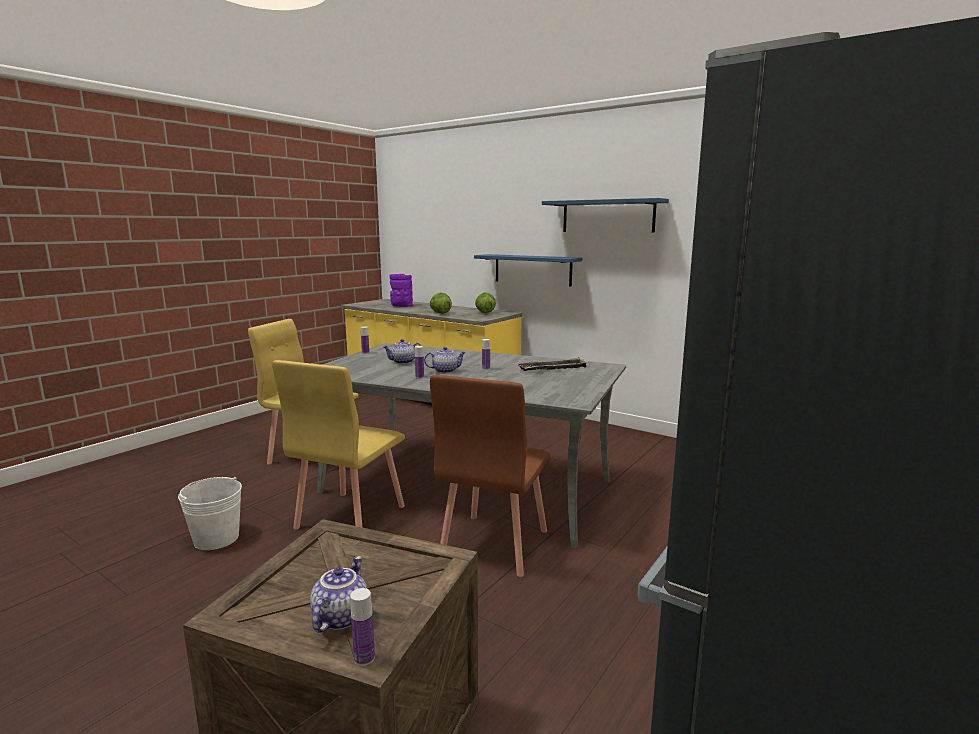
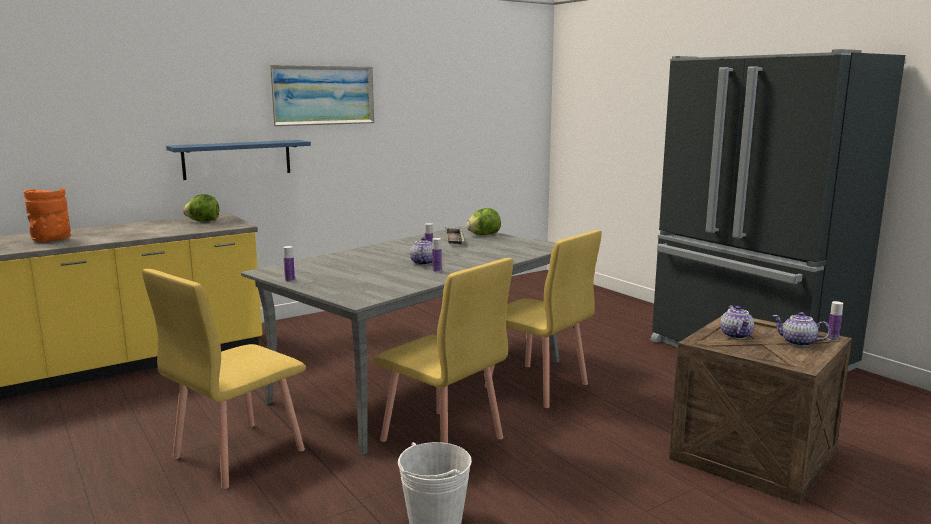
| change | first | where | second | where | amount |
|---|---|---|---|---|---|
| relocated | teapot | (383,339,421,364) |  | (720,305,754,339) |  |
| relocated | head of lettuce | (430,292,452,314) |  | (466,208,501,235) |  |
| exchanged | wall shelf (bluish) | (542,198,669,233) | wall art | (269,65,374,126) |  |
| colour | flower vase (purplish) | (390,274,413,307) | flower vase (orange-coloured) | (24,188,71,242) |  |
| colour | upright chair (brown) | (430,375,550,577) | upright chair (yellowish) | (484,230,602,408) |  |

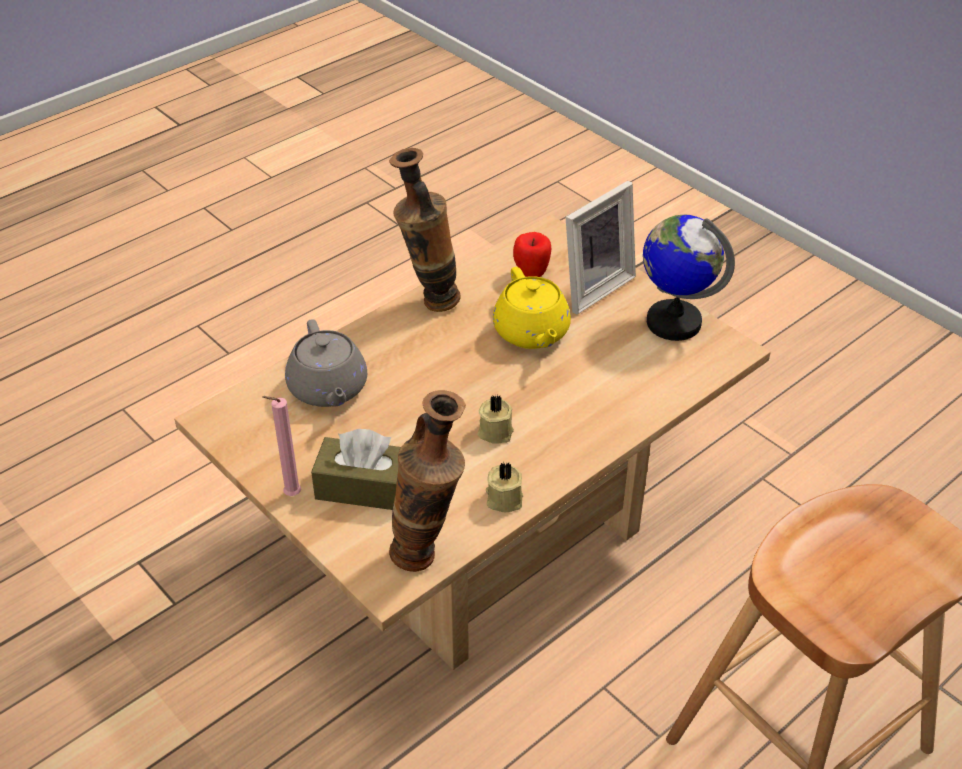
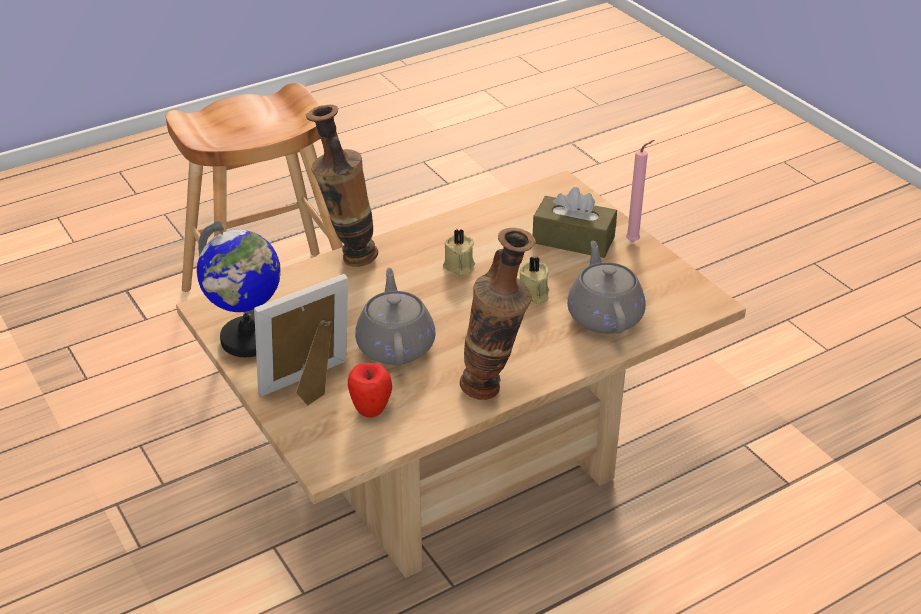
| change | first | where | second | where | amount |
|---|---|---|---|---|---|
| relocated | flower vase | (389,390,466,572) |  | (306,105,378,267) |  |
| relocated | candle (beige-coloured) | (486,462,523,512) |  | (519,256,549,304) |  |
| colour | teapot (yellowish) | (493,267,571,349) | teapot (gray) | (355,268,435,365) |  |

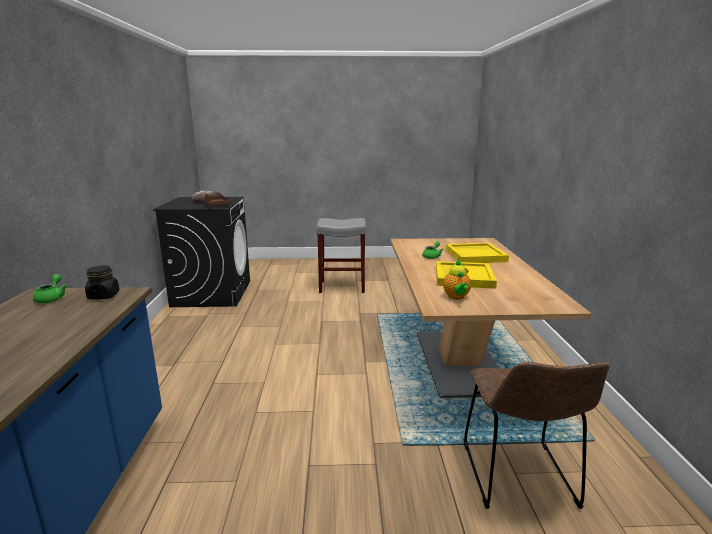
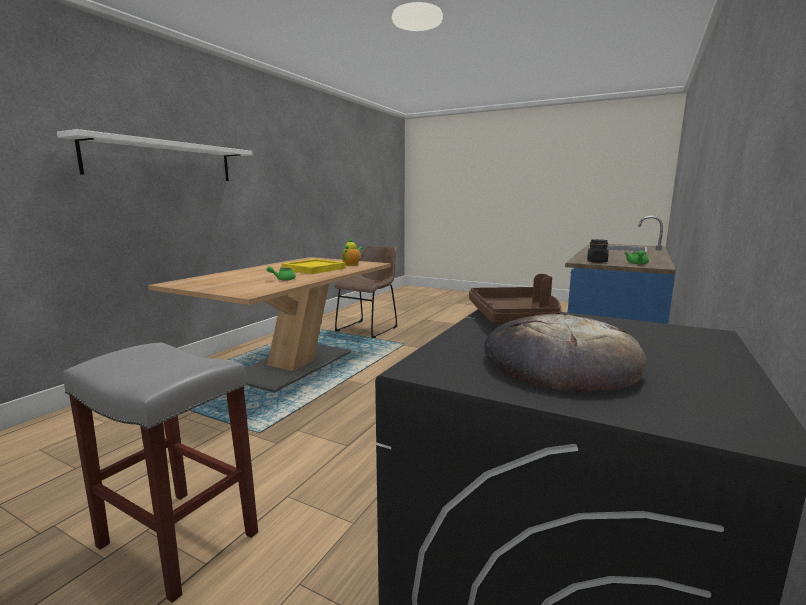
| change | first | where | second | where | amount |
|---|---|---|---|---|---|
| missing | carrying tray (yellowish) | (446,243,509,263) |  |  |  |
| appeared |  |  | wall shelf (white) | (57,129,253,181) |  |

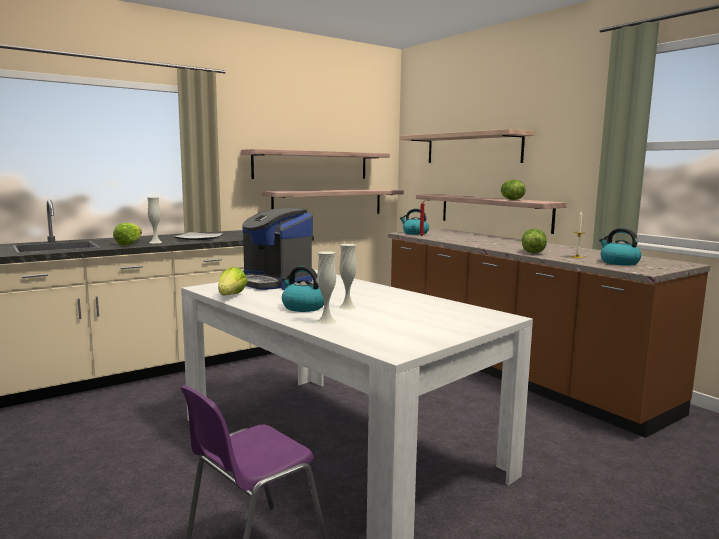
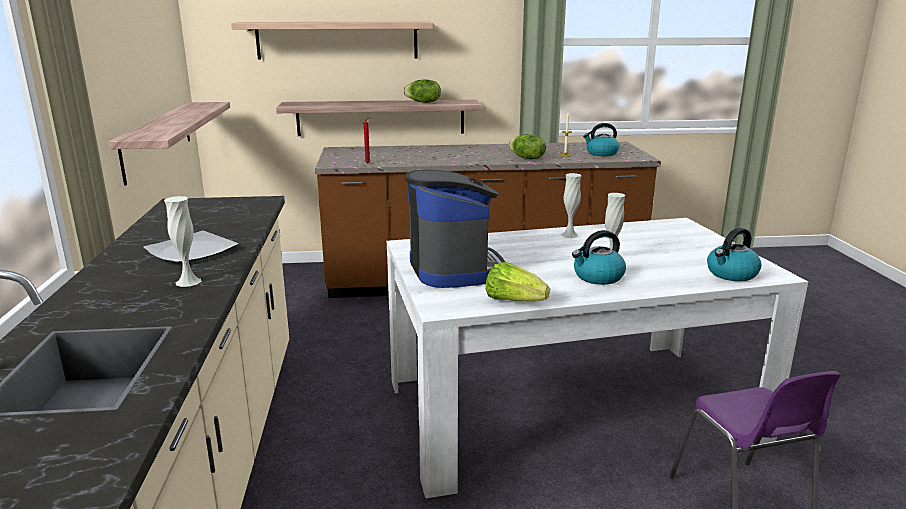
| change | first | where | second | where | amount |
|---|---|---|---|---|---|
| missing | head of lettuce | (113,223,142,245) |  |  |  |
| missing | wall shelf | (241,149,390,179) |  |  |  |
| relocated | flower vase (white) | (317,251,336,324) |  | (561,173,582,238) |  |
| relocated | kettle | (400,209,429,235) |  | (707,228,762,281) |  |
| spun | coffee machine | (242,208,312,290) |  | (405,170,505,288) | 90 degrees counterclockwise |

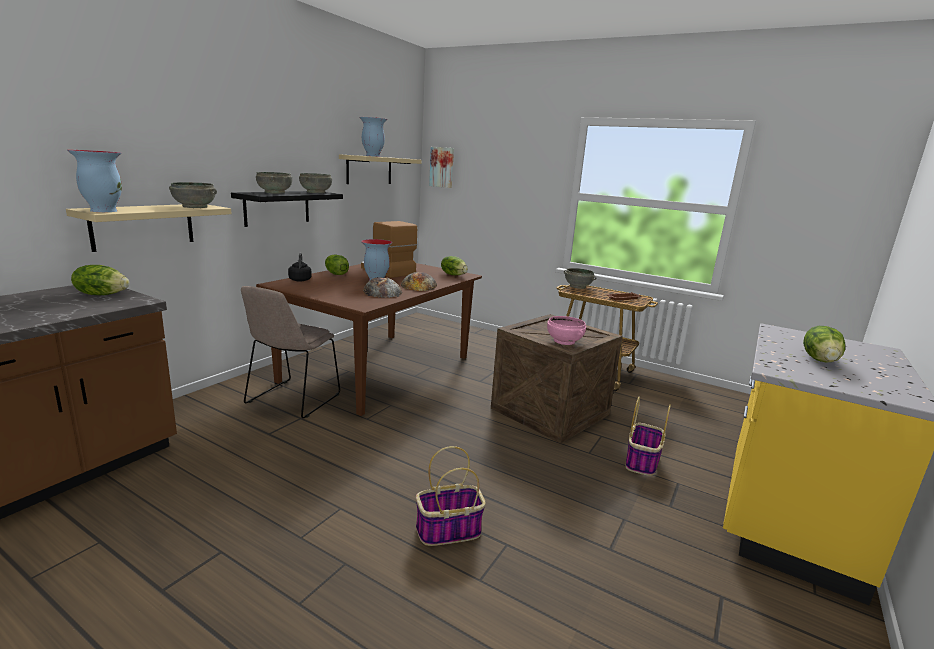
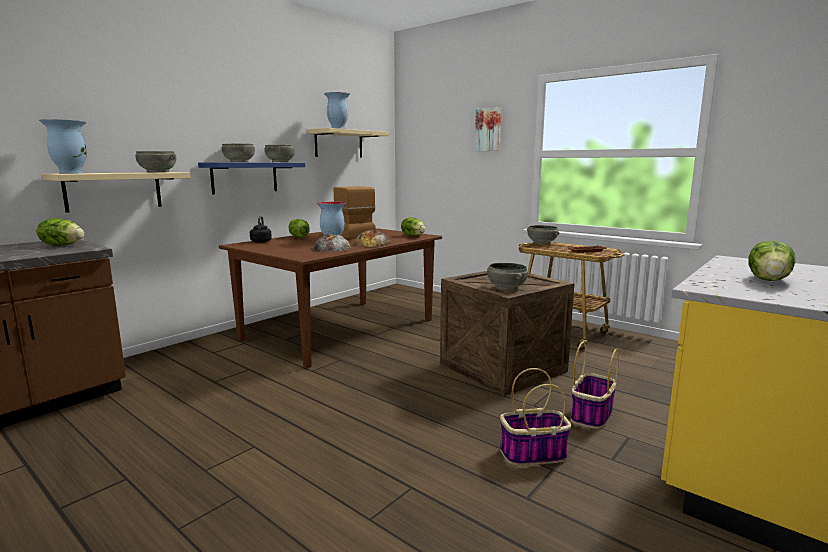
| change | first | where | second | where | amount |
|---|---|---|---|---|---|
| missing | upright chair (beige-coloured) | (241,286,340,418) |  |  |  |
| relocated | basket | (416,446,486,546) |  | (500,368,571,466) |  |
| relocated | wall art | (429,147,454,188) |  | (475,107,502,151) |  |
| colour | wall shelf (blackish) | (231,191,343,227) | wall shelf (bluish) | (198,163,305,194) |  |
| colour | deep dish (pink-coloured) | (547,316,586,345) | deep dish (gray) | (487,263,528,291) |  |

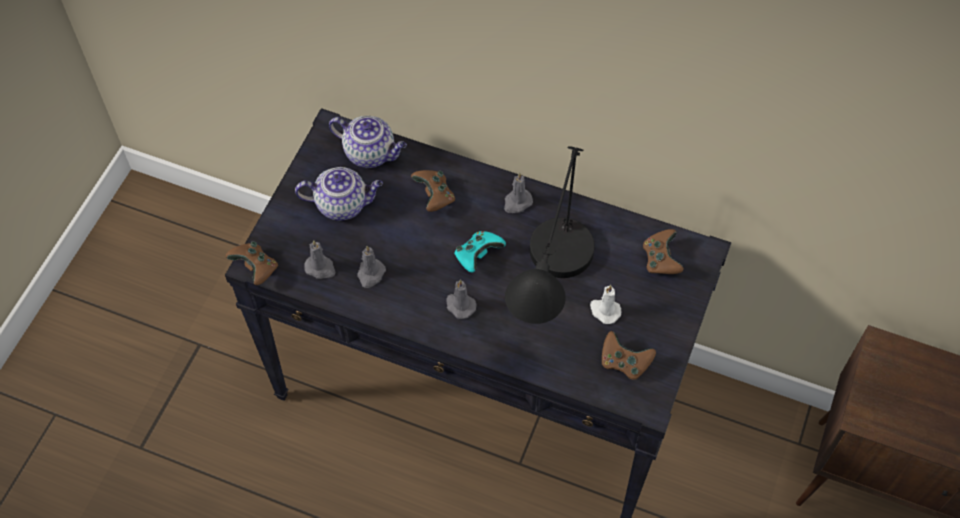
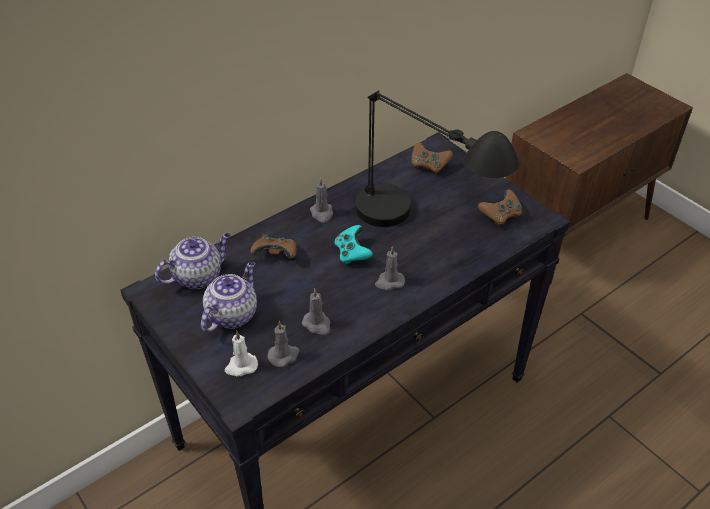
| change | first | where | second | where | amount |
|---|---|---|---|---|---|
| missing | joypad (brown) | (226,241,278,285) |  |  |  |
| relocated | candle (white) | (590,285,621,324) |  | (225,331,258,377) |  |

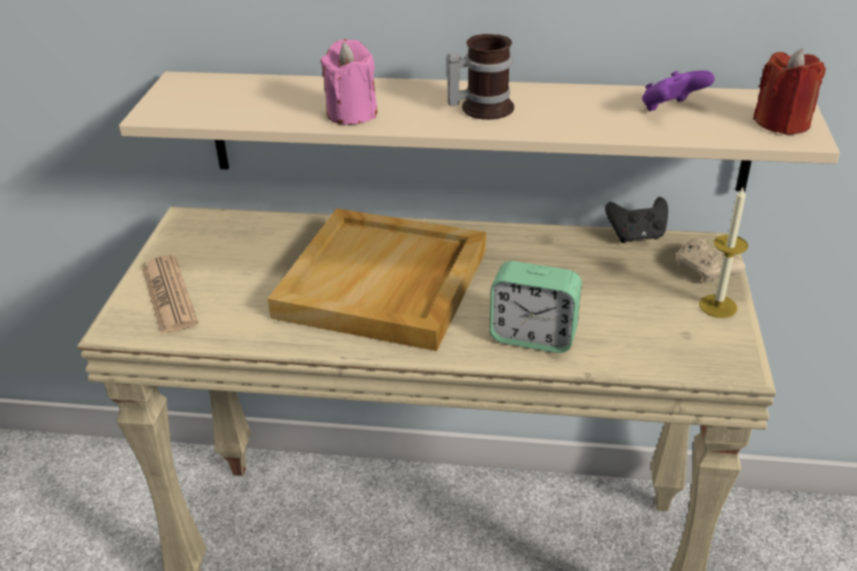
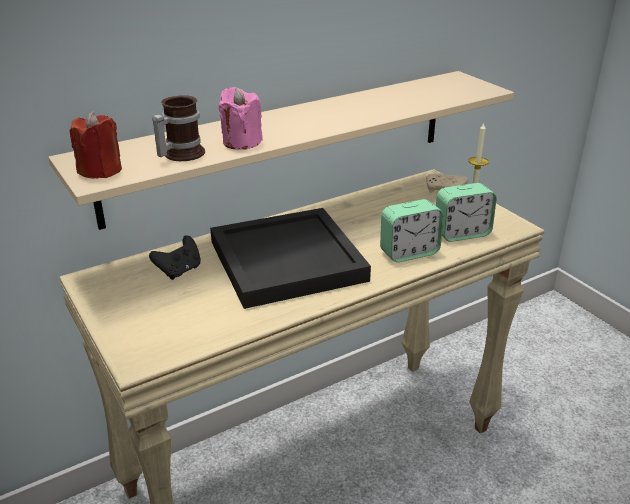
| change | first | where | second | where | amount |
|---|---|---|---|---|---|
| missing | printed paper | (142,255,198,335) |  |  |  |
| missing | joypad (purplish) | (642,70,715,111) |  |  |  |
| appeared |  |  | table clock | (436,183,497,242) |  |
| relocated | coffee mug | (447,34,514,120) |  | (152,95,205,161) |  |
| relocated | joypad (blackish) | (605,197,668,243) |  | (149,235,201,280) |  |
| relocated | candle (reddish) | (753,49,826,135) |  | (70,111,122,179) |  |
| colour | carrying tray (beige-coloured) | (267,208,486,351) | carrying tray (blackish) | (210,208,371,309) |  |

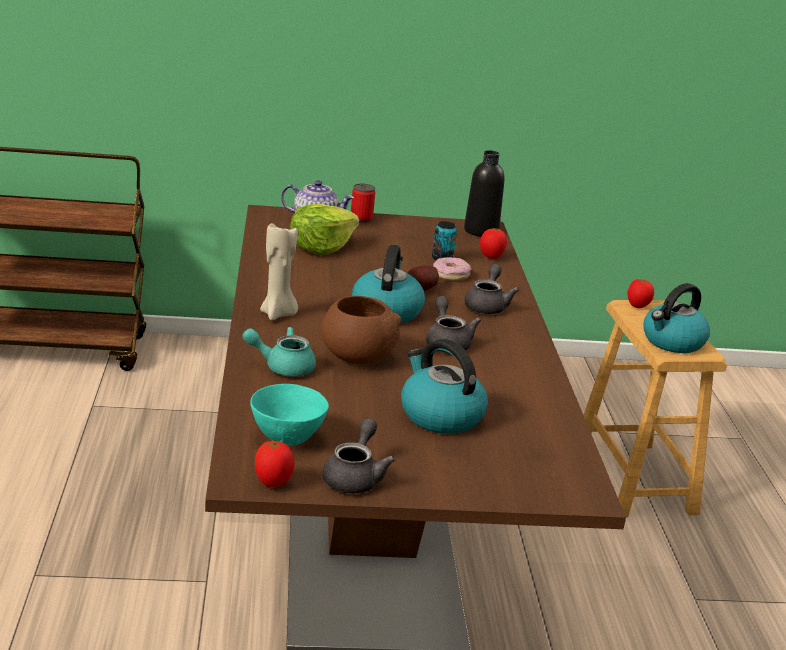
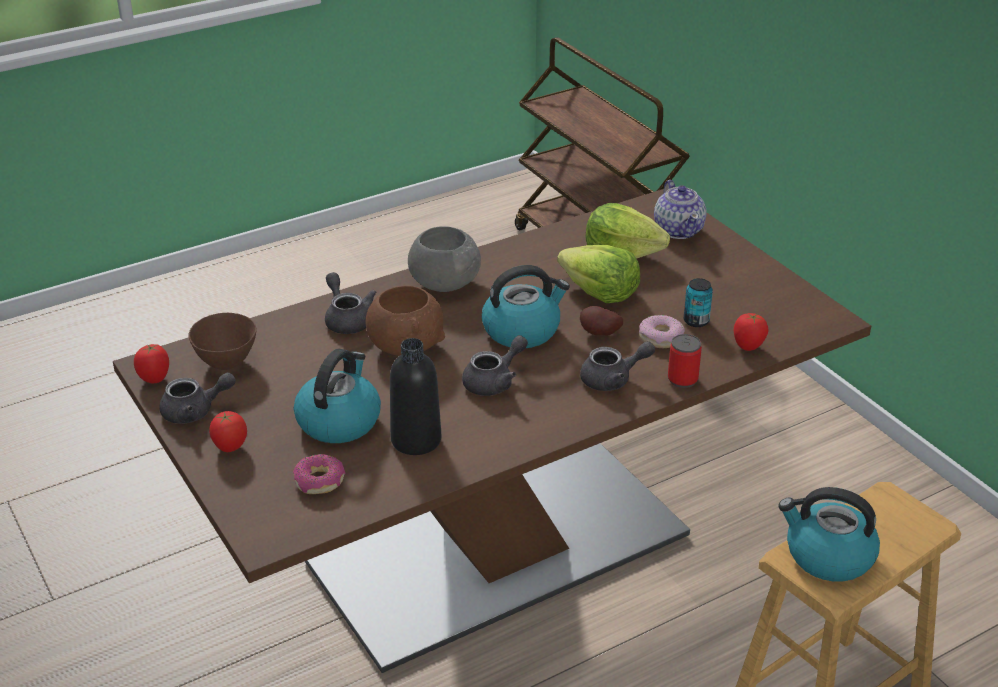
| change | first | where | second | where | amount |
|---|---|---|---|---|---|
| appeared |  |  | doughnut | (293,454,346,494) |  |
| appeared |  |  | head of lettuce | (557,245,640,303) |  |
| relocated | metal can | (351,184,375,223) |  | (668,334,702,388) |  |
| relocated | drink bottle (blackish) | (464,150,504,237) |  | (390,338,441,455) |  |
| relocated | whole tomato | (627,279,654,308) |  | (209,411,247,452) |  |
| exchanged | candle (beige-coloured) | (260,222,298,320) | deep dish (gray) | (408,226,481,292) |  |
| colour | teapot (turquoise-coloured) | (242,327,316,376) | teapot (gray) | (325,272,376,334) |  |
| colour | deep dish (turquoise-coloured) | (250,384,329,446) | deep dish (brown) | (188,313,257,370) |  |

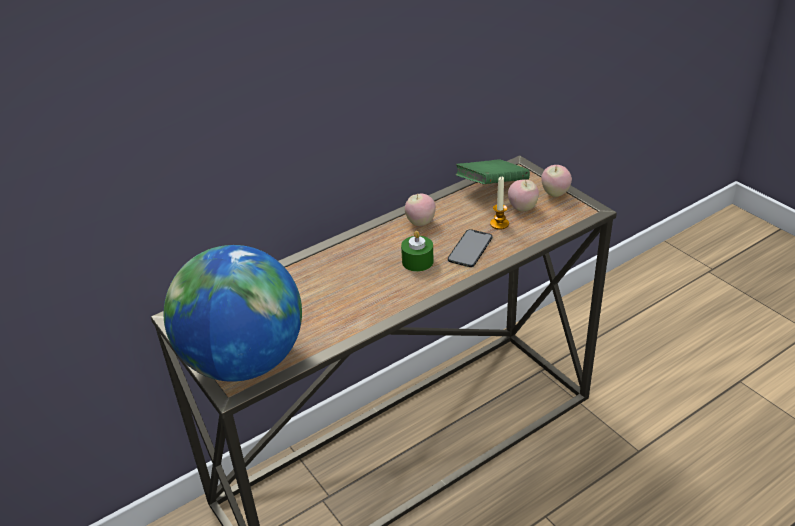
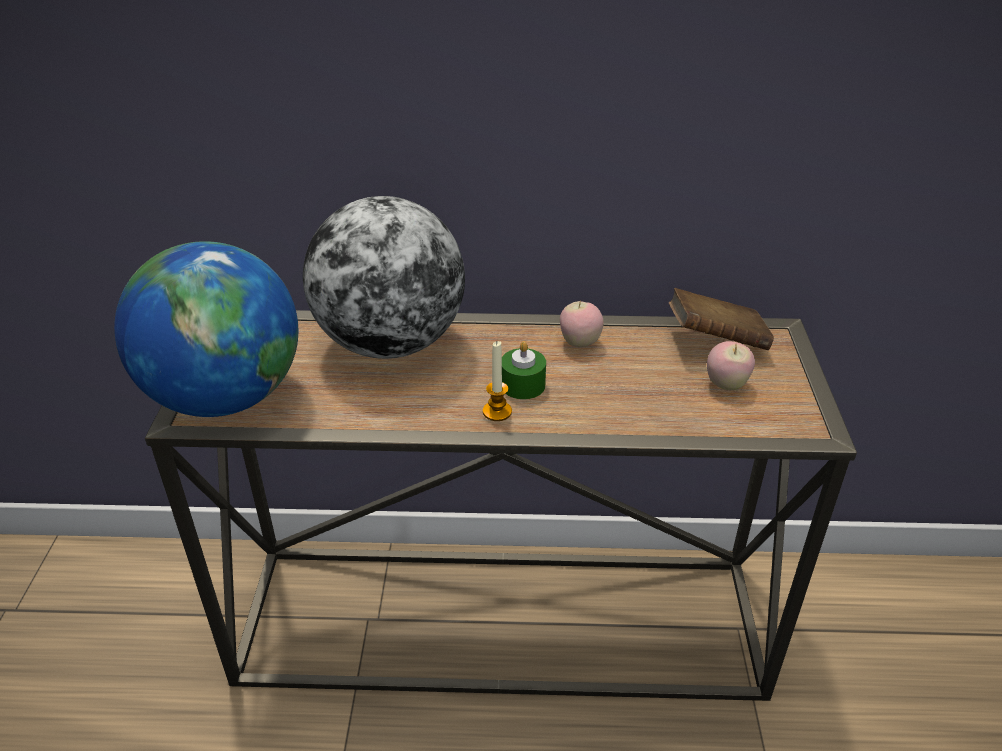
| change | first | where | second | where | amount |
|---|---|---|---|---|---|
| missing | phone | (448,229,492,267) |  |  |  |
| missing | apple fruit | (541,165,572,197) |  |  |  |
| appeared |  |  | globe | (303,196,465,359) |  |
| relocated | candle | (490,177,509,230) |  | (483,341,512,421) |  |
| colour | book (greenish) | (456,159,530,184) | book (brown) | (669,288,774,350) |  |

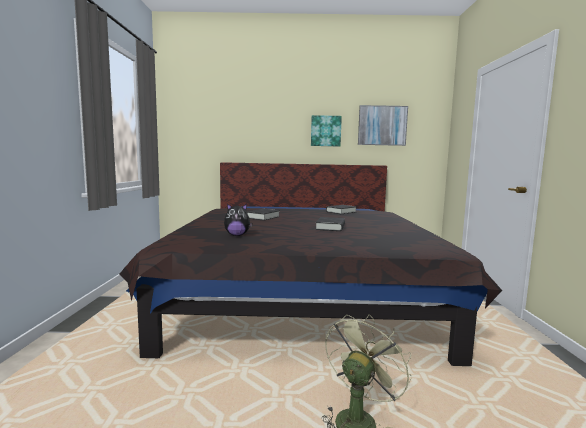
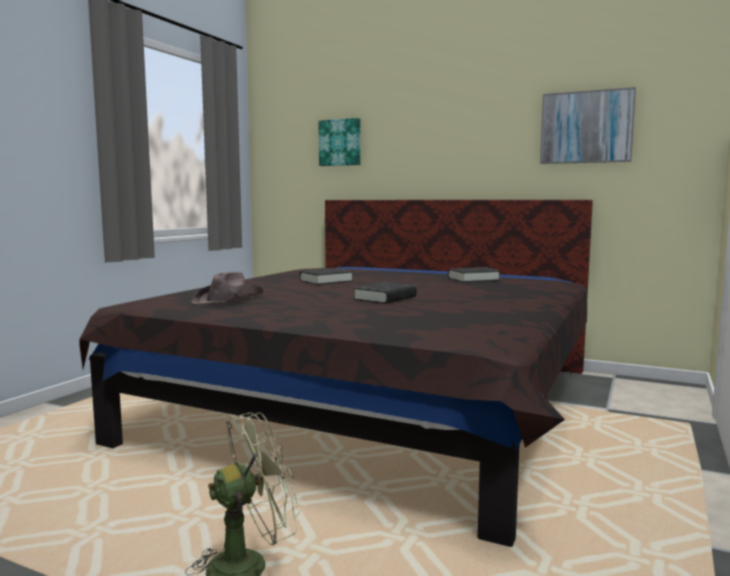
| change | first | where | second | where | amount |
|---|---|---|---|---|---|
| relocated | wall art | (311,115,342,147) |  | (318,118,360,166) |  |
| exchanged | cuddly toy | (224,203,252,236) | clothing hat (brown) | (191,272,264,304) |  |

